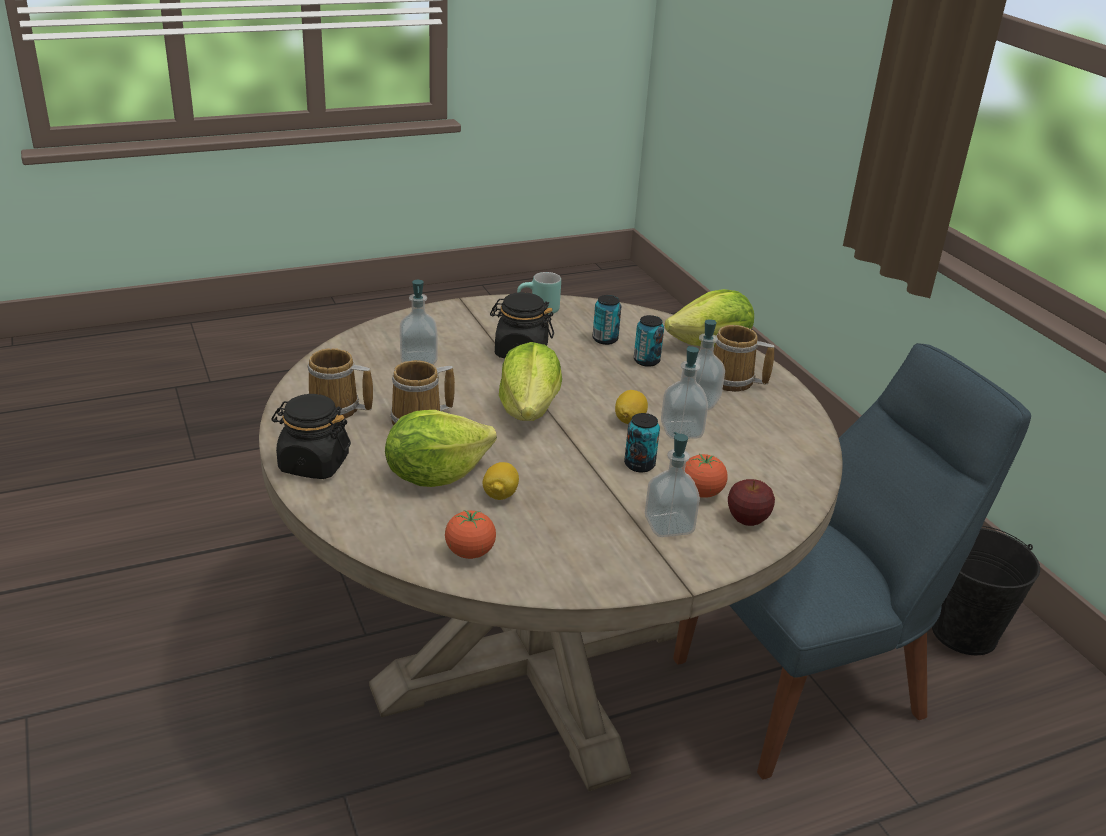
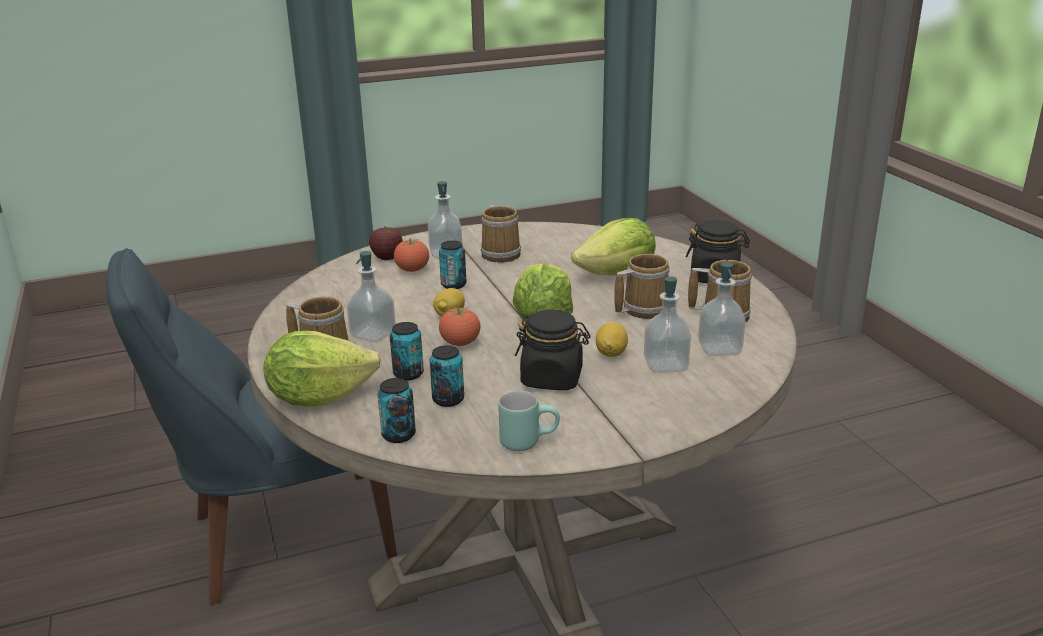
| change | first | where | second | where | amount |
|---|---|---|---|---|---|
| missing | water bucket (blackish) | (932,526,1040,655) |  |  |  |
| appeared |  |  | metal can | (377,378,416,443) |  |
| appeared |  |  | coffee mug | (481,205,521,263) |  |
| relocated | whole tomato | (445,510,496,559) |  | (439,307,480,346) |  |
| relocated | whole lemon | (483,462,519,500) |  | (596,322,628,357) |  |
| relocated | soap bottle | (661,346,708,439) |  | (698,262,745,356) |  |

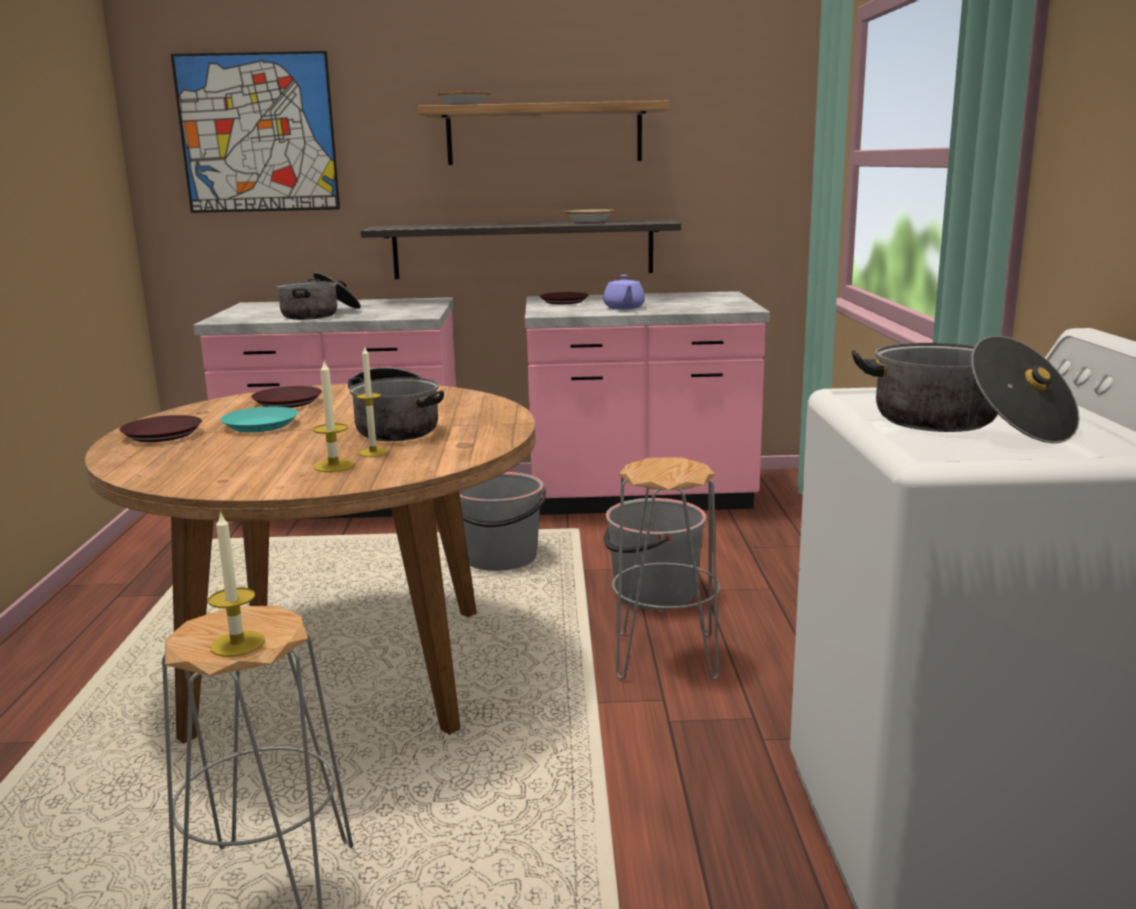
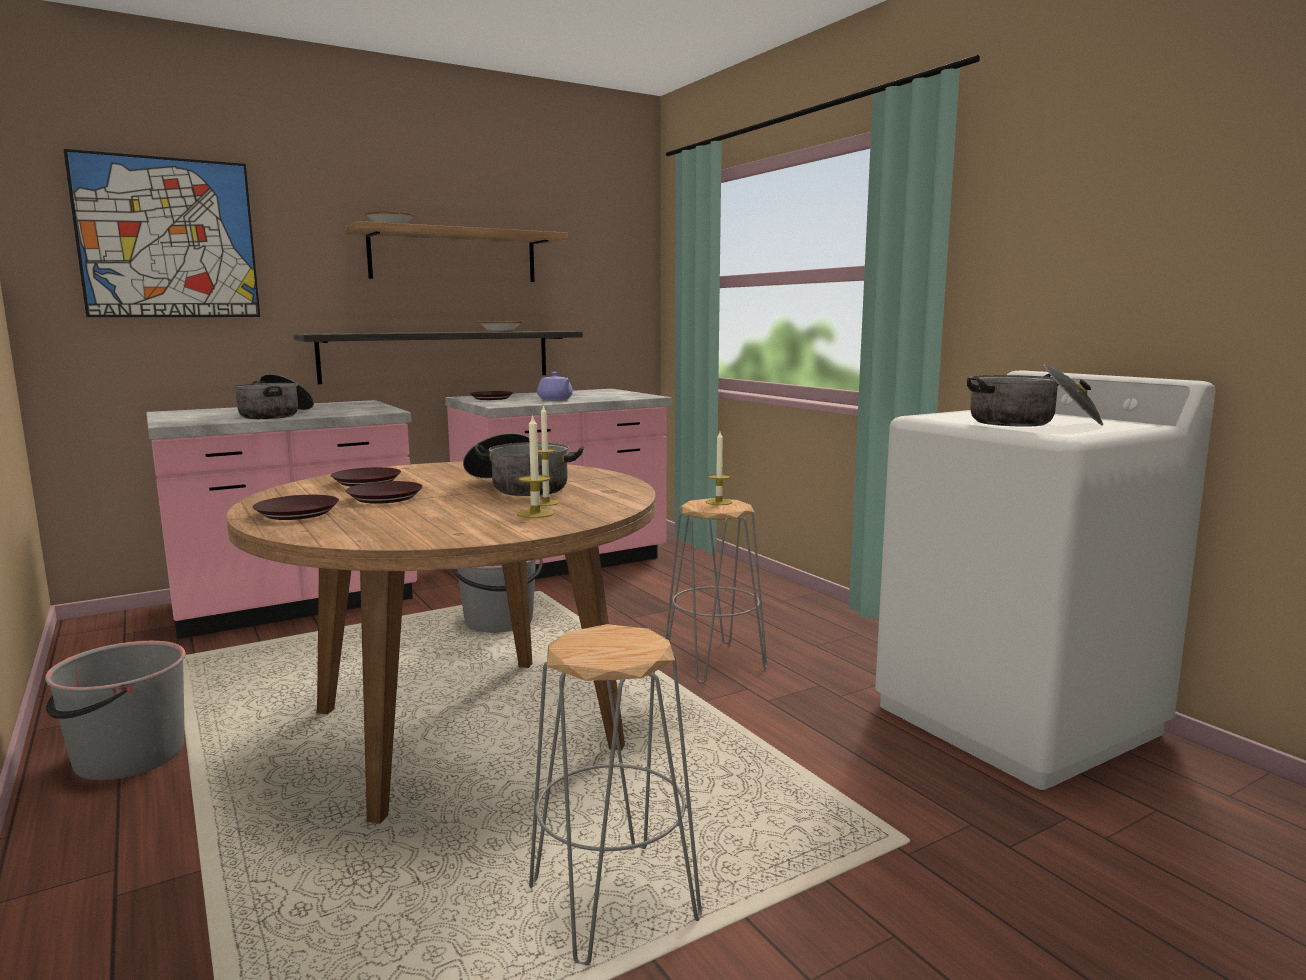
| change | first | where | second | where | amount |
|---|---|---|---|---|---|
| relocated | candle | (208,511,265,657) |  | (706,432,733,505) |  |
| relocated | water bucket (gray) | (604,498,707,610) |  | (45,641,186,780) |  |
| colour | flat dish (turquoise-coloured) | (220,407,298,432) | flat dish (brown) | (346,481,423,504) |  |

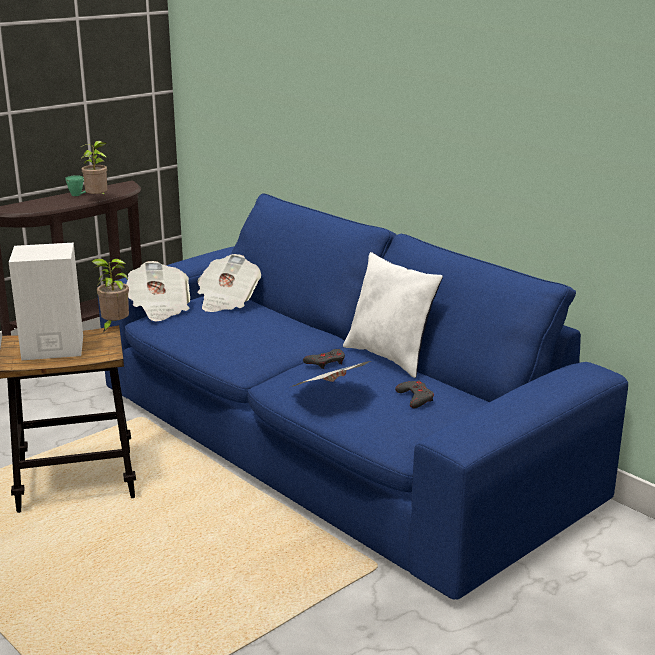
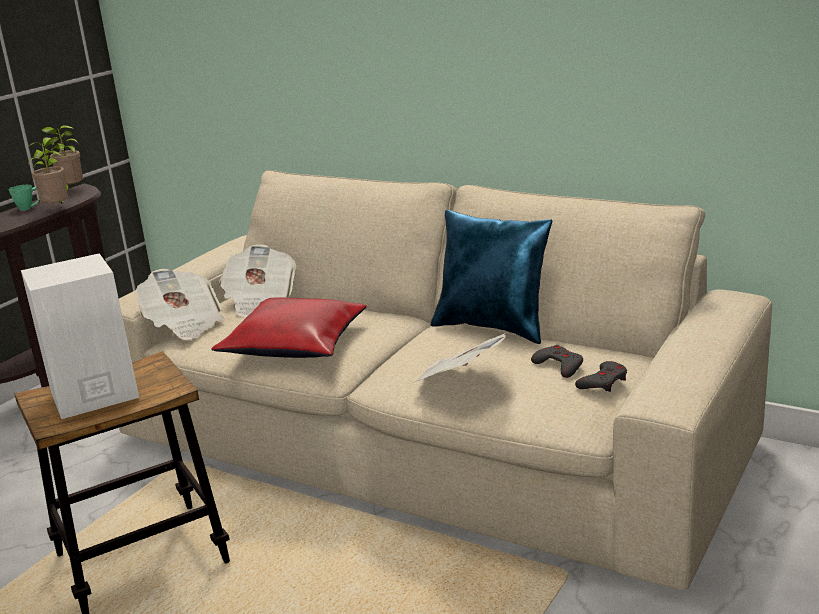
| change | first | where | second | where | amount |
|---|---|---|---|---|---|
| appeared |  |  | cushion (reddish) | (211,298,367,358) |  |
| relocated | potted plant | (91,258,129,332) |  | (41,125,83,190) |  |
| relocated | joypad (gray) | (303,349,345,369) |  | (575,361,627,392) |  |
| colour | sofa (bluish) | (97,194,628,600) | sofa (beige-coloured) | (119,170,772,590) |  |
| colour | cushion (white) | (343,252,443,378) | cushion (bluish) | (431,210,552,344) |  |

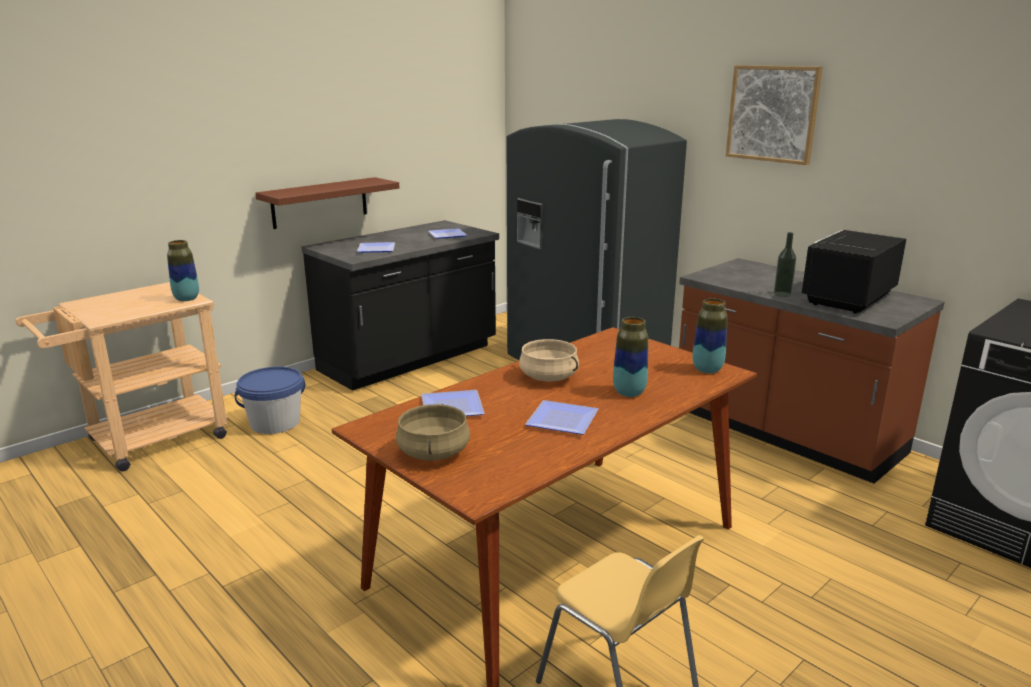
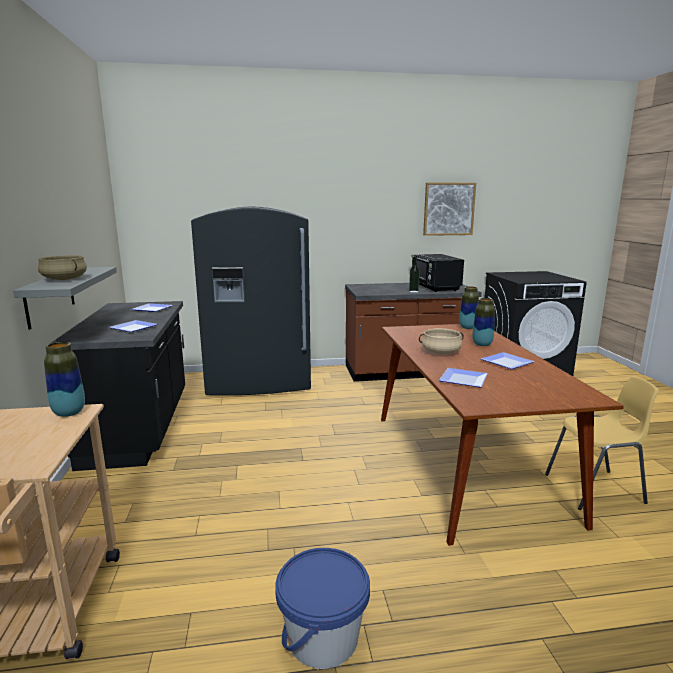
| change | first | where | second | where | amount |
|---|---|---|---|---|---|
| relocated | water bucket (bluish) | (234,367,305,434) |  | (275,548,370,669) |  |
| relocated | stockpot (beige-coloured) | (396,404,470,461) |  | (38,255,87,280) |  |
| relocated | wall art | (726,65,823,165) |  | (423,182,476,236) |  |
| colour | wall shelf (brown) | (255,177,399,229) | wall shelf (gray) | (13,267,117,330) |  |

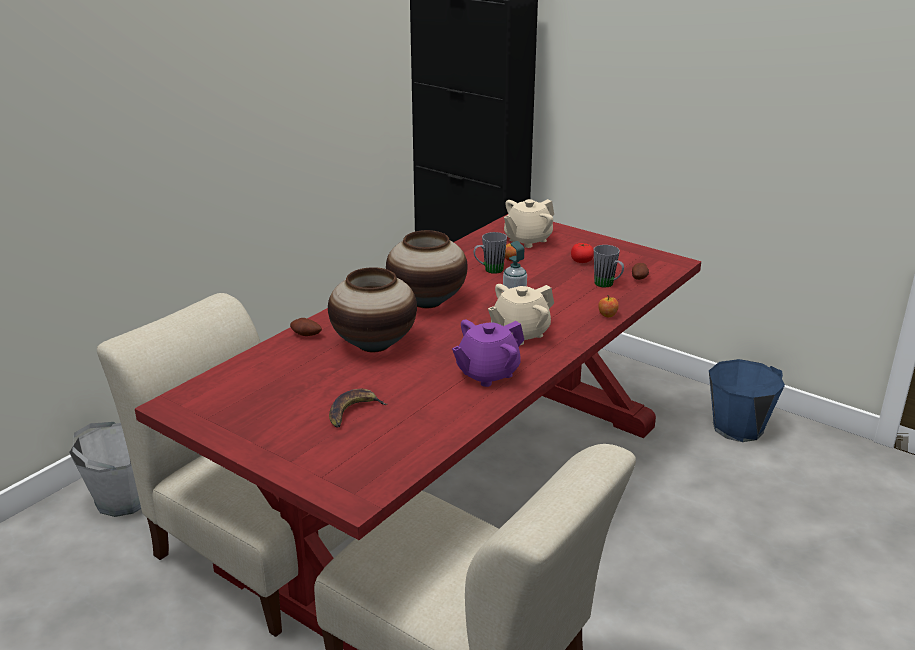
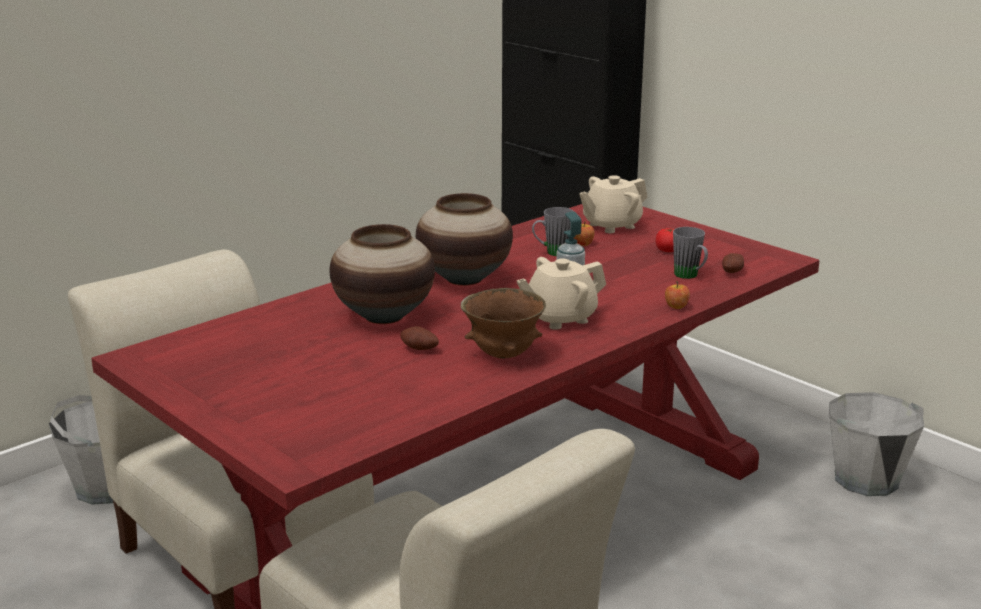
| change | first | where | second | where | amount |
|---|---|---|---|---|---|
| missing | banana | (329,389,387,428) |  |  |  |
| relocated | spud | (290,318,322,336) |  | (400,326,439,350) |  |
| exchanged | teapot (purplish) | (452,320,524,387) | deep dish (brown) | (461,288,546,359) |  |
| colour | water bucket (bluish) | (709,359,785,442) | water bucket (gray) | (829,392,924,496) |  |

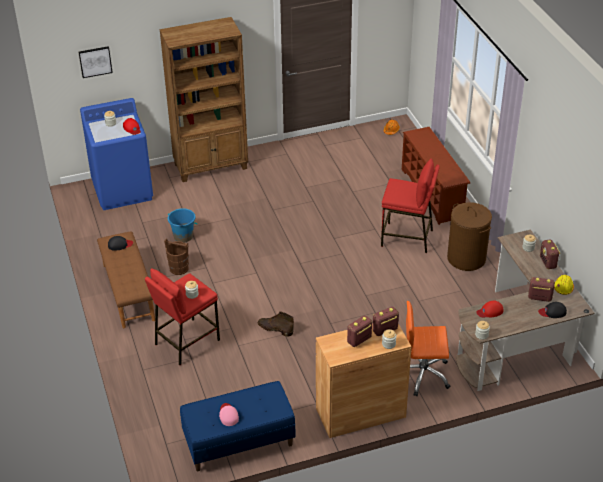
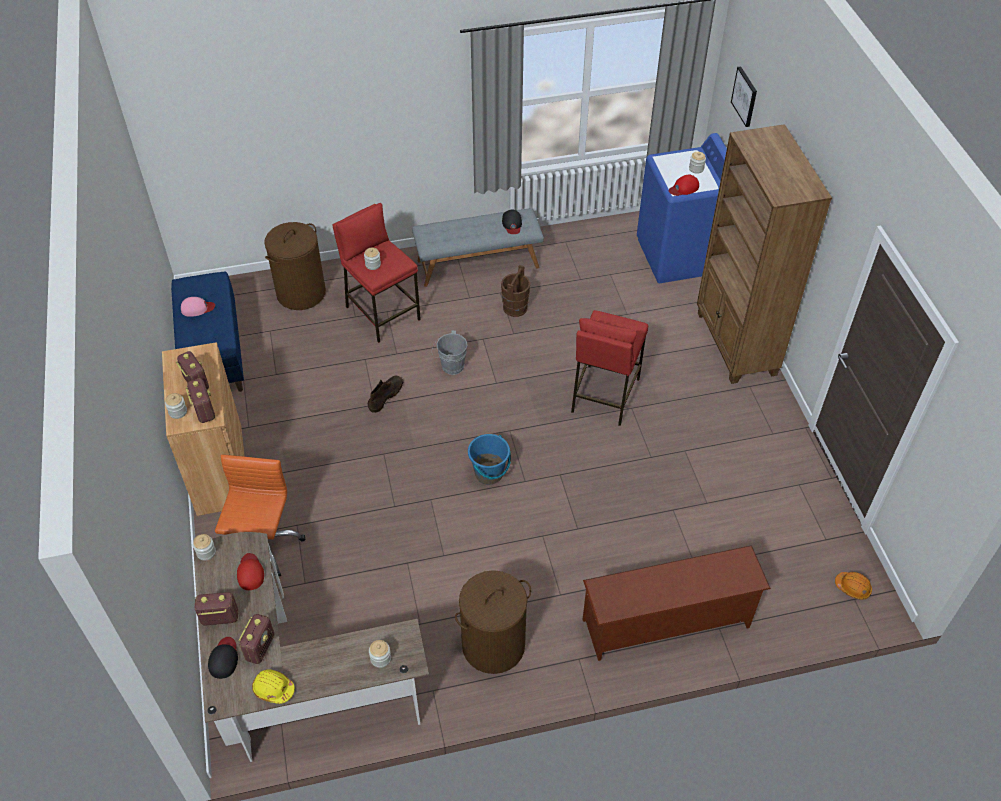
| change | first | where | second | where | amount |
|---|---|---|---|---|---|
| appeared |  |  | washing basket (brown) | (264,222,326,310) |  |
| appeared |  |  | water bucket (gray) | (432,331,467,375) |  |
| relocated | water bucket (bluish) | (168,208,198,243) |  | (468,434,511,485) |  |
| relocated | sitting stool (reddish) | (381,158,440,253) |  | (571,310,648,426) |  |
| relocated | radio set | (540,239,560,269) |  | (195,592,238,626) |  |
| colour | indoor bench (brown) | (97,231,155,328) | indoor bench (gray) | (412,208,544,287) |  |

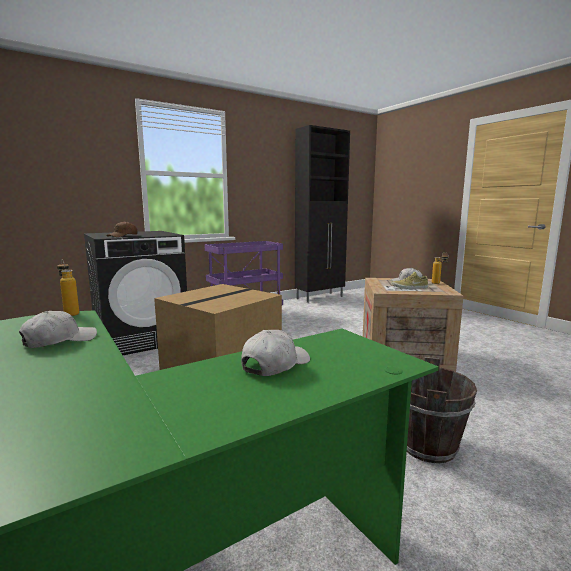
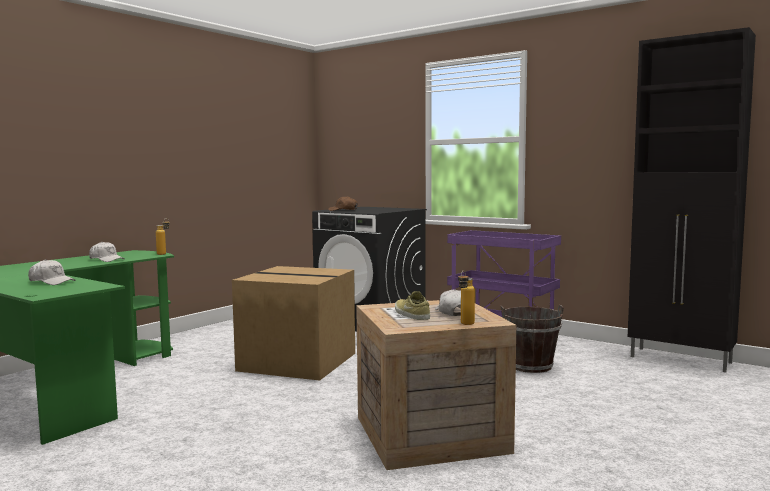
| change | first | where | second | where | amount |
|---|---|---|---|---|---|
| relocated | water bucket (brown) | (407,357,477,463) |  | (501,305,564,373) |  |

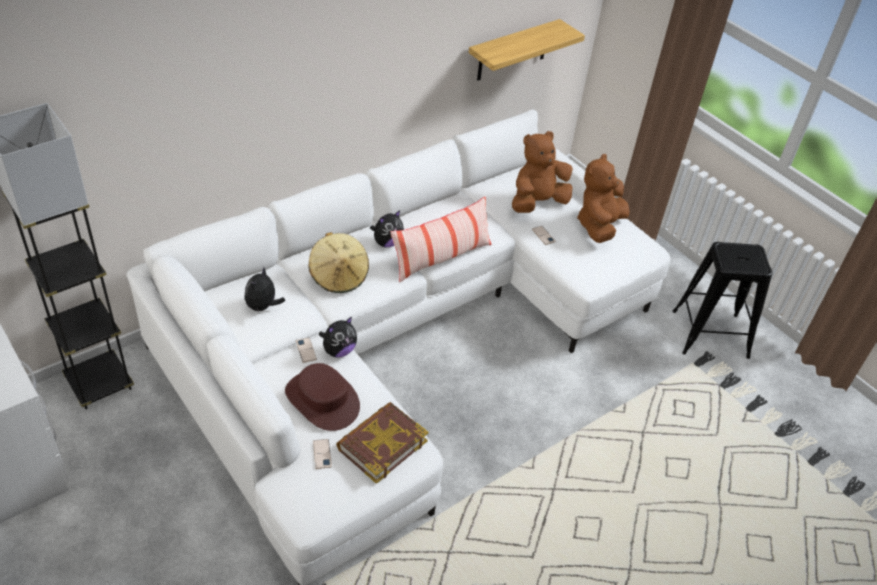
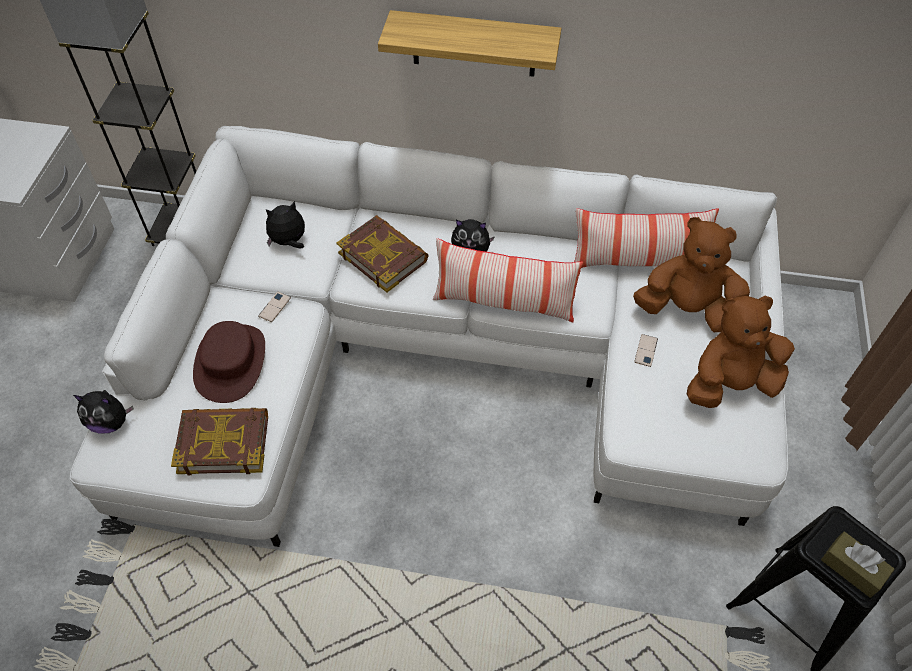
| change | first | where | second | where | amount |
|---|---|---|---|---|---|
| missing | phone | (313,439,332,469) |  |  |  |
| appeared |  |  | cushion | (574,208,719,268) |  |
| appeared |  |  | box of tissues (brown) | (821,532,895,598) |  |
| relocated | cuddly toy | (319,317,357,358) |  | (73,390,134,433) |  |
| relocated | wall shelf | (469,19,585,80) |  | (378,10,561,77) |  |
| exchanged | clothing hat (beige-coloured) | (308,232,369,293) | book | (336,215,429,292) |  |

